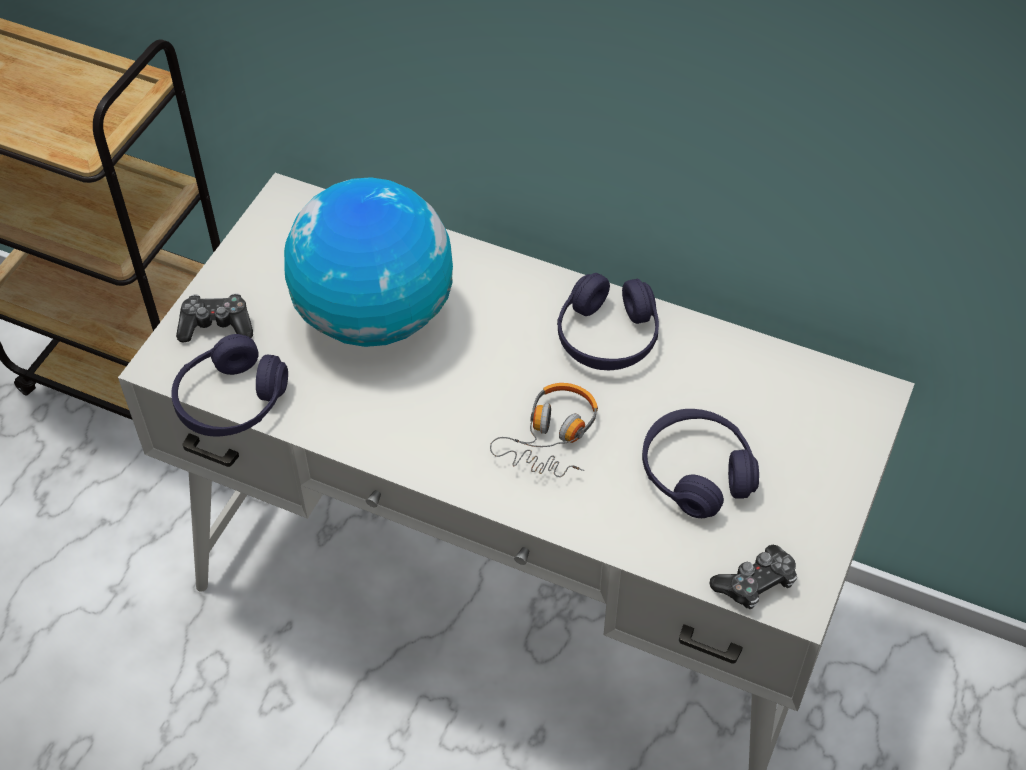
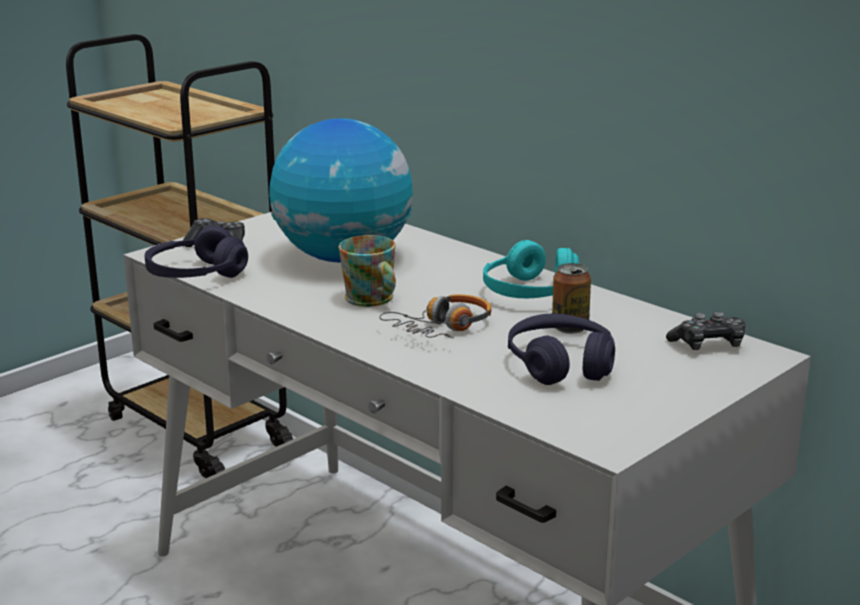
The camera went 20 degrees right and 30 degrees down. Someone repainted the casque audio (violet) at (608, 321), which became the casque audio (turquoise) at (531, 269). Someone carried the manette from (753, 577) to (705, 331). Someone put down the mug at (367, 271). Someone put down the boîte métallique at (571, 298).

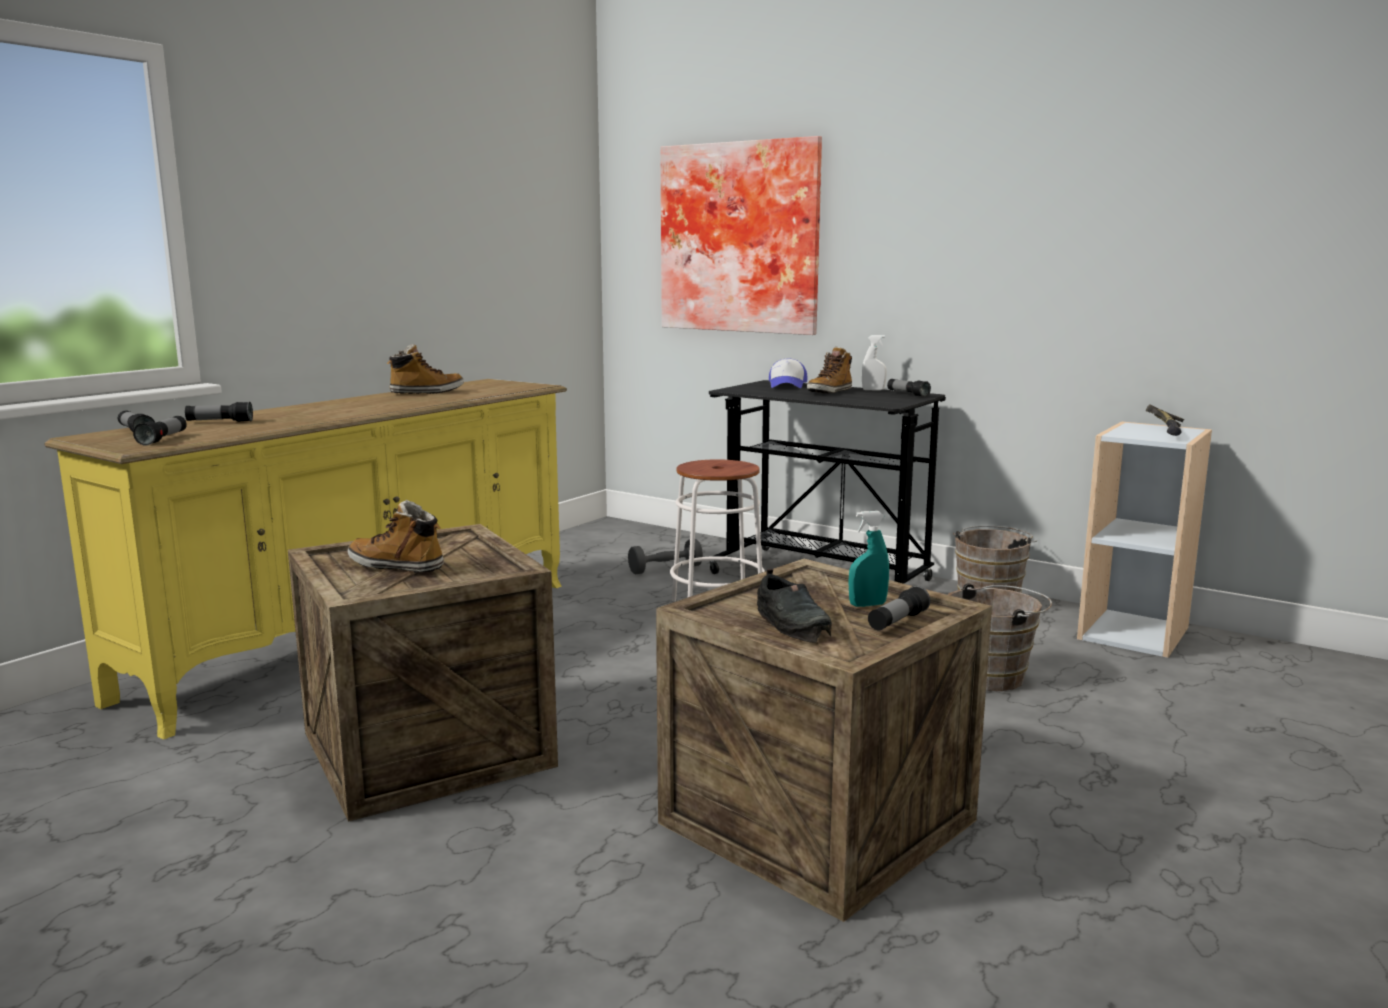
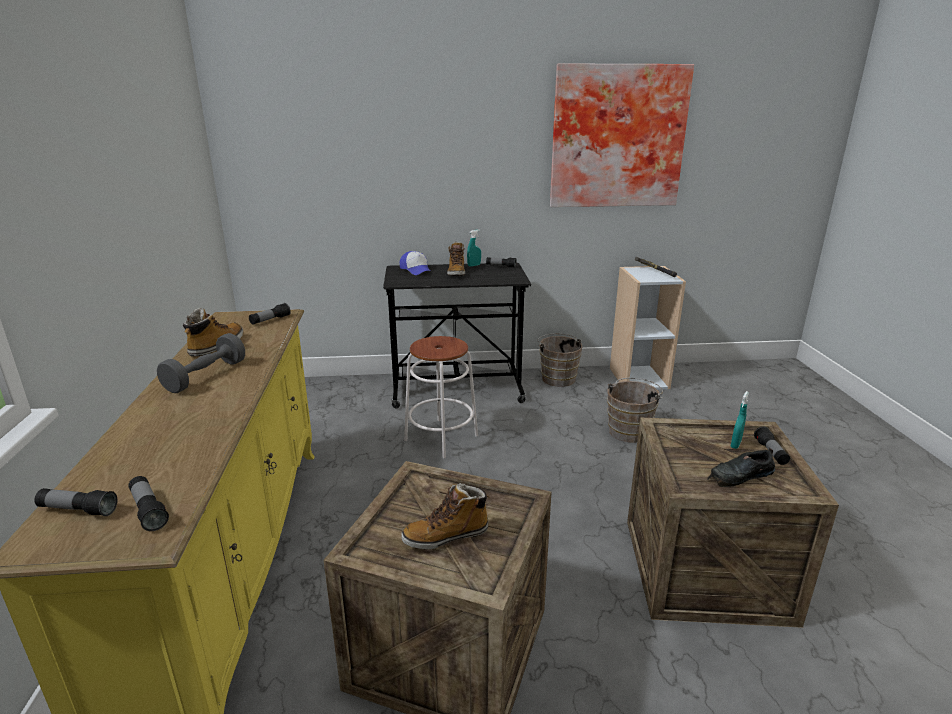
The camera went 40 degrees left and 10 degrees up. Someone carried the lampe de poche from (219, 412) to (270, 314). Someone carried the haltère (gris) from (665, 556) to (201, 363). Someone carried the tableau from (741, 235) to (622, 135). Someone rotated the chaussure (noir) at (794, 606) by 135 degrees clockwise. Someone repainted the vaporisateur (blanc) at (874, 363), which became the vaporisateur (turquoise) at (474, 248).

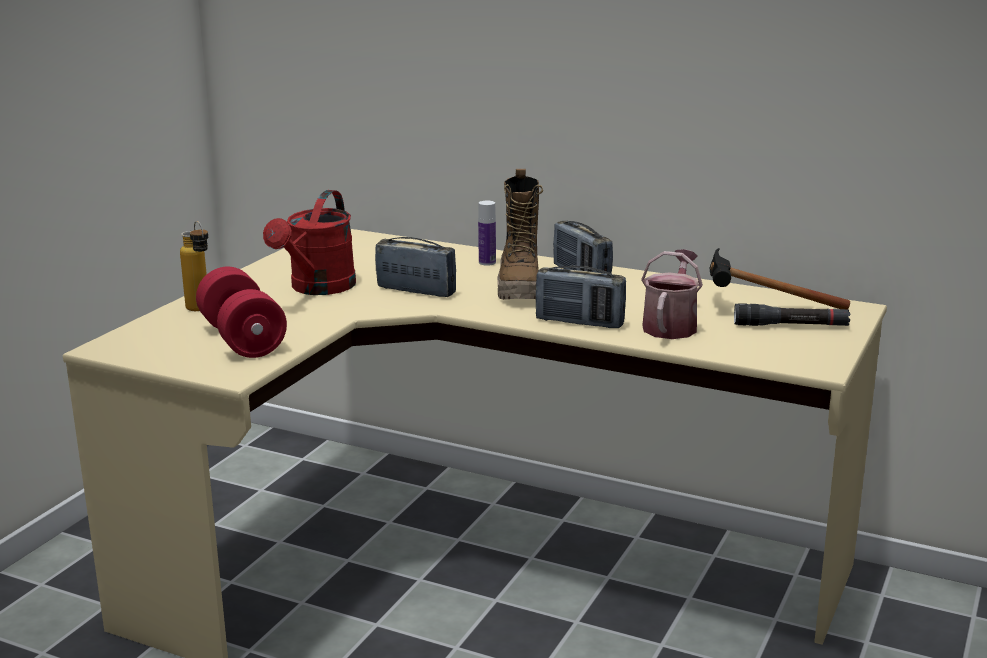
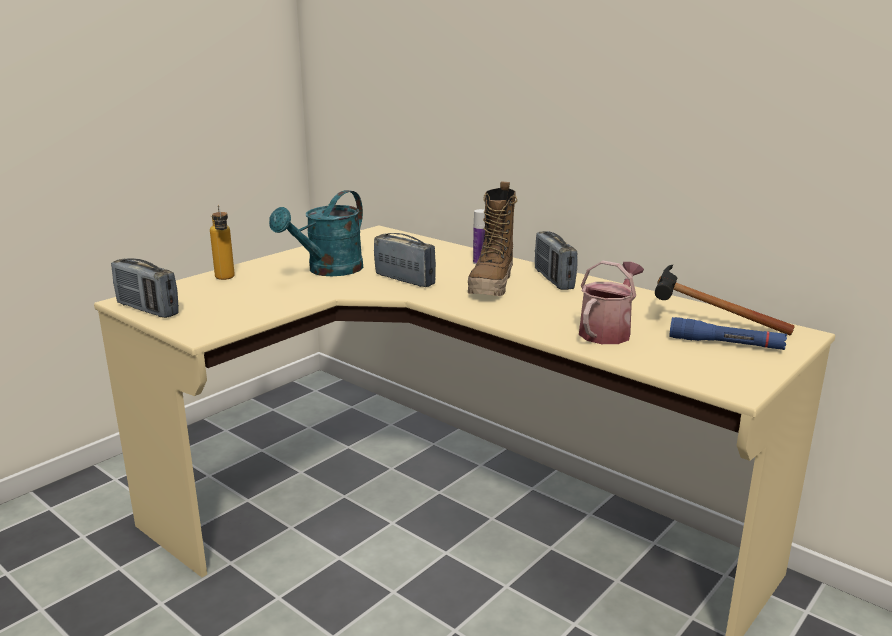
The camera went 15 degrees right and 0 degrees up. Someone took away the haltère (rouge) at (241, 312). Someone repainted the arrosoir (rouge) at (309, 242), which became the arrosoir (turquoise) at (316, 233). Someone carried the radio from (581, 297) to (145, 288). Someone repainted the lampe de poche (noir) at (792, 314), which became the lampe de poche (bleu) at (728, 333).

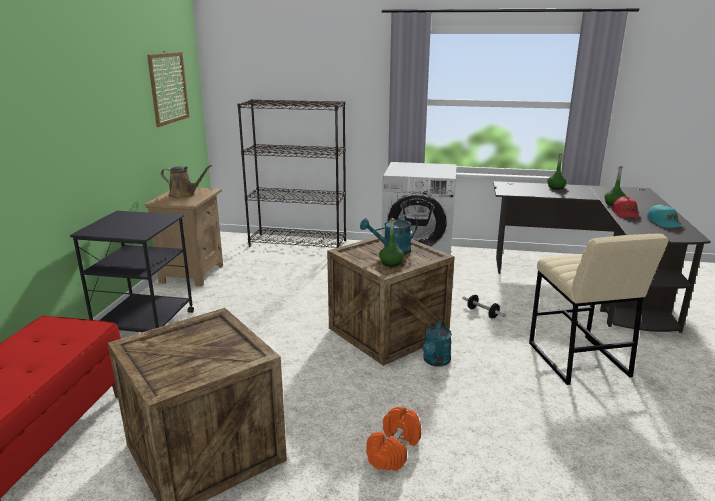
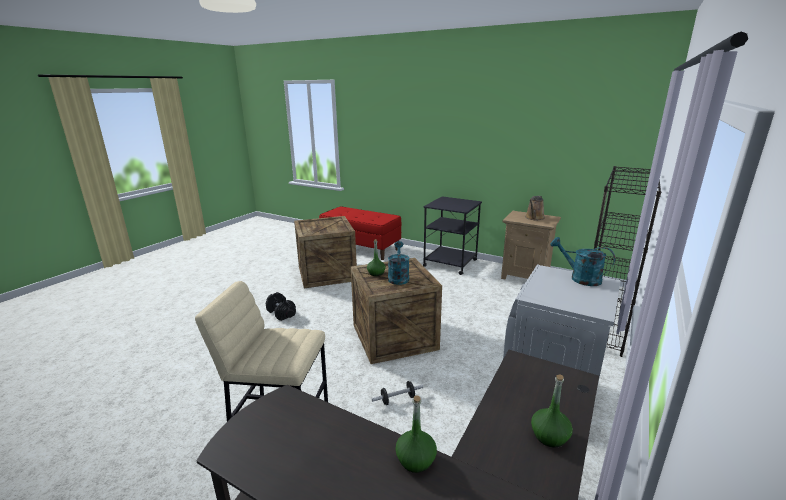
The camera went 110 degrees right and 0 degrees up. Someone took away the tableau at (168, 89). Someone repainted the haltère (orange) at (393, 439), which became the haltère (noir) at (281, 306). Someone carried the arrosoir (turquoise) from (437, 342) to (582, 261). Someone took away the casquette (rouge) at (625, 207). Someone took away the casquette (turquoise) at (665, 216).

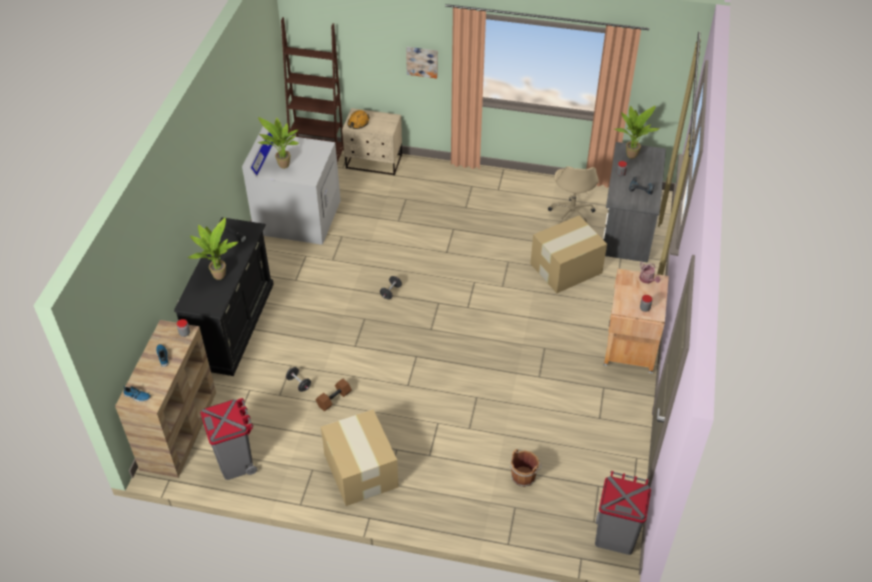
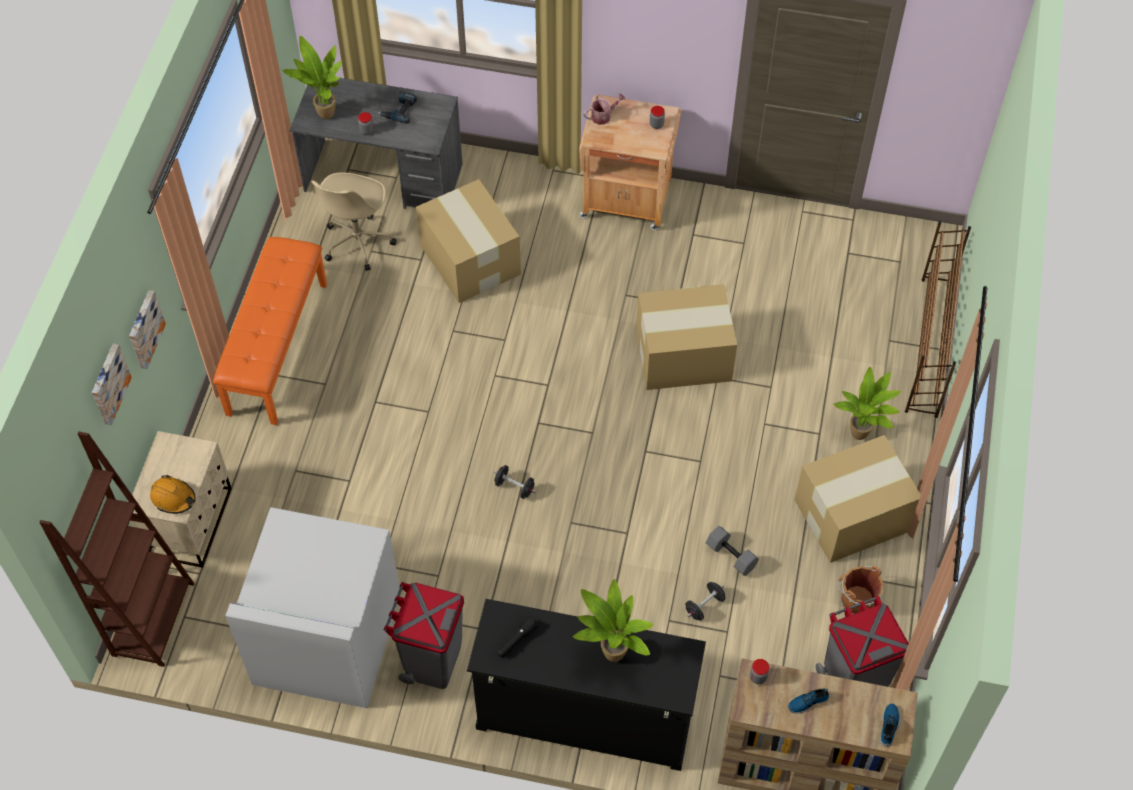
The camera went 90 degrees left and 10 degrees up. Someone carried the plante en pot from (278, 143) to (867, 403). Someone repainted the haltère (marron) at (334, 395), which became the haltère (gris) at (732, 551). Someone carried the seau (marron) from (526, 468) to (861, 589). Someone rotated the chaise de bureau (beige) at (573, 195) by 105 degrees clockwise. Someone carried the poubelle (gris) from (623, 513) to (424, 635). Someone put up the tableau at (112, 384). Someone put down the banc (orange) at (270, 331). Someone put down the carton at (686, 337). Someone put down the étagère à chaussures (marron) at (938, 319).

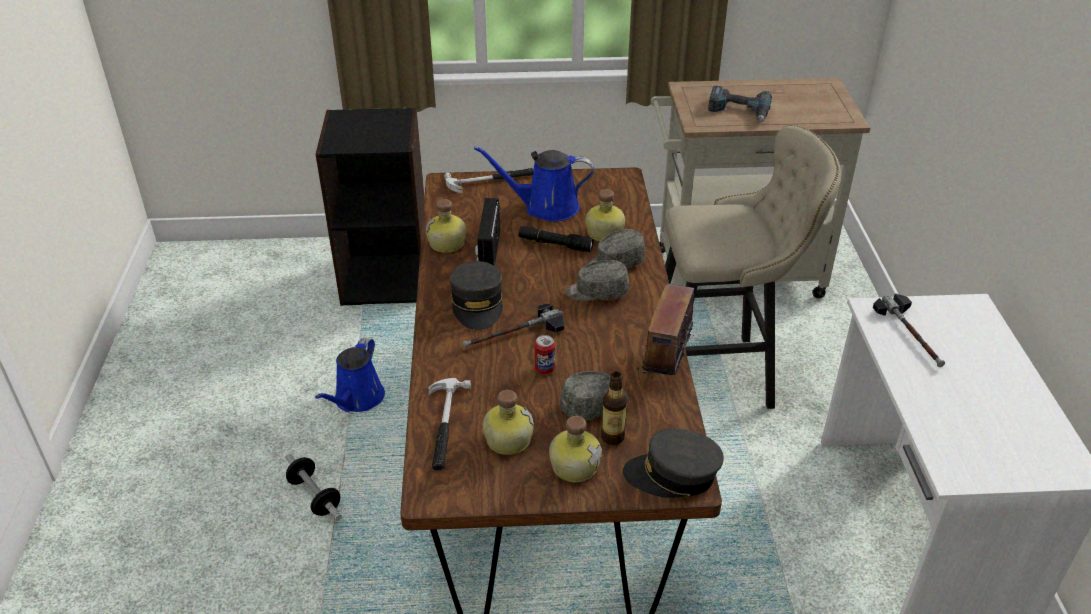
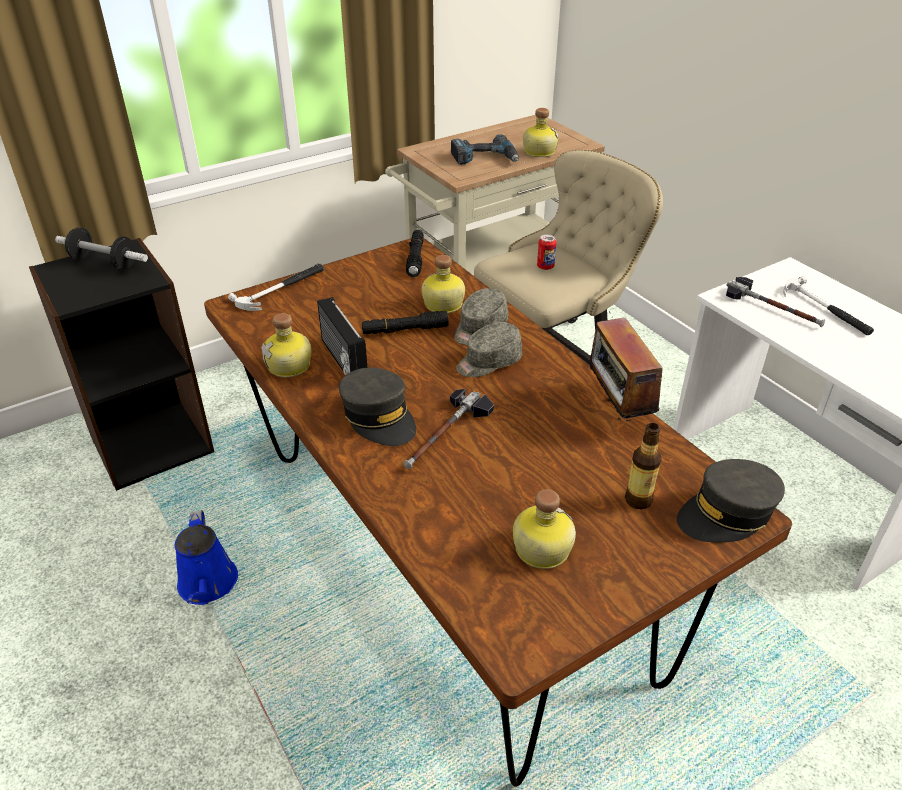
The camera went 30 degrees left and 0 degrees up. Someone carried the haltère from (313, 487) to (101, 248). Someone carried the marteau from (449, 424) to (828, 305). Someone took away the arrosoir (bleu) at (534, 184). Someone carried the boîte métallique from (545, 354) to (547, 252). Someone carried the bouteille from (575, 449) to (540, 132). Someone took away the casquette (gris) at (594, 395). Someone put down the lampe de poche (noir) at (415, 253).

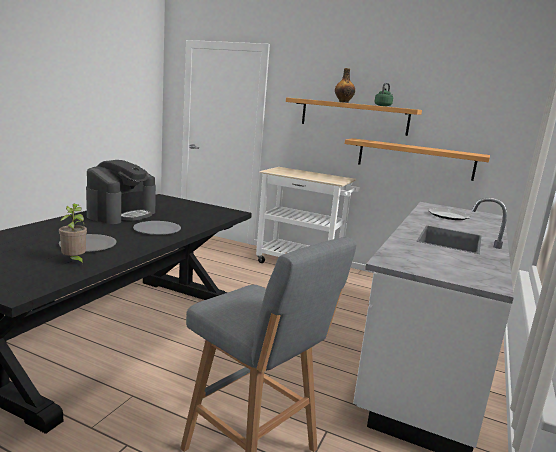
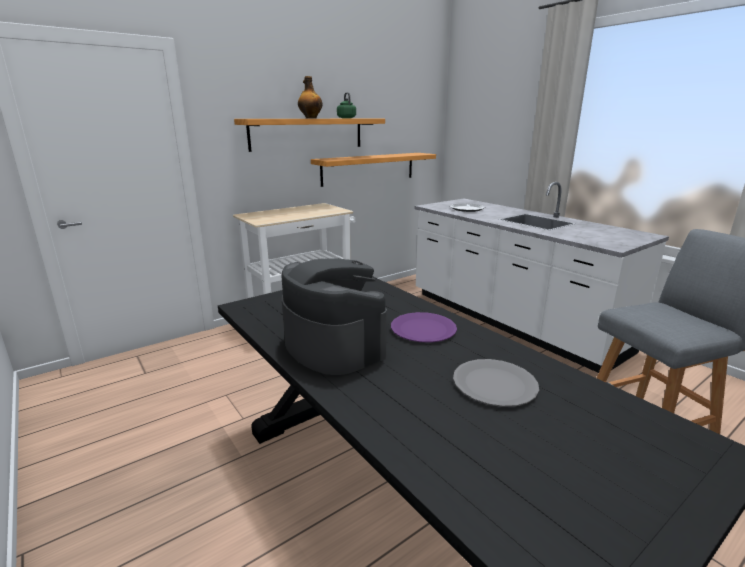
The camera went 60 degrees left and 5 degrees up. Someone took away the plante en pot at (73, 235). Someone repainted the assiette (gris) at (157, 228), which became the assiette (violet) at (424, 327).

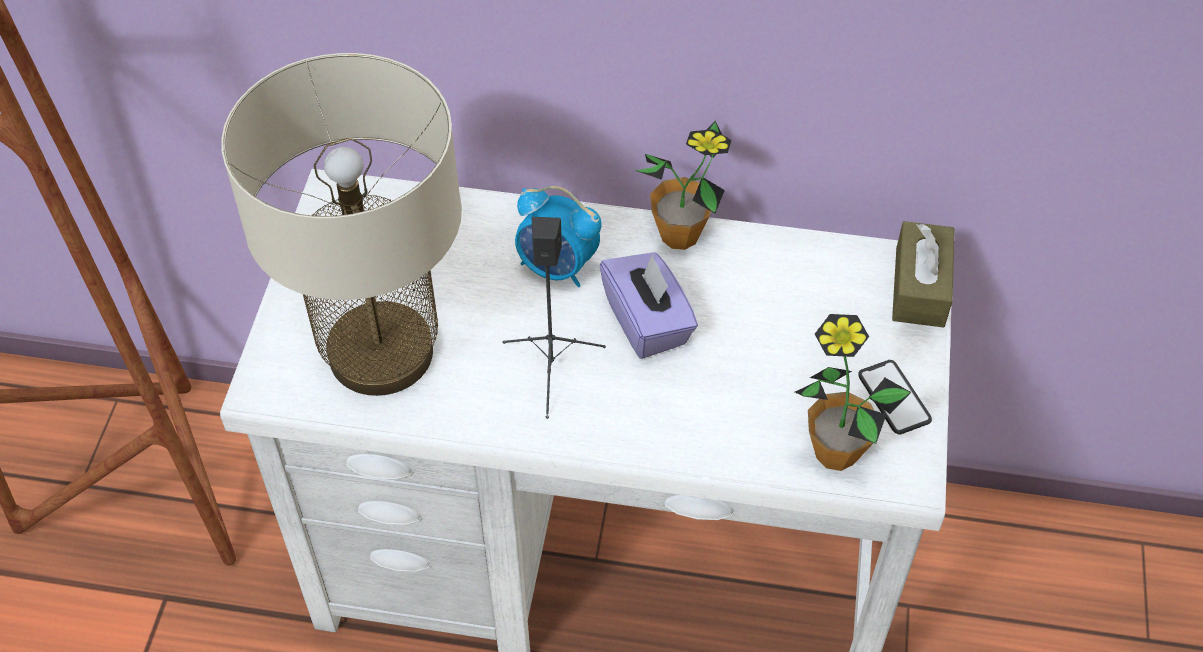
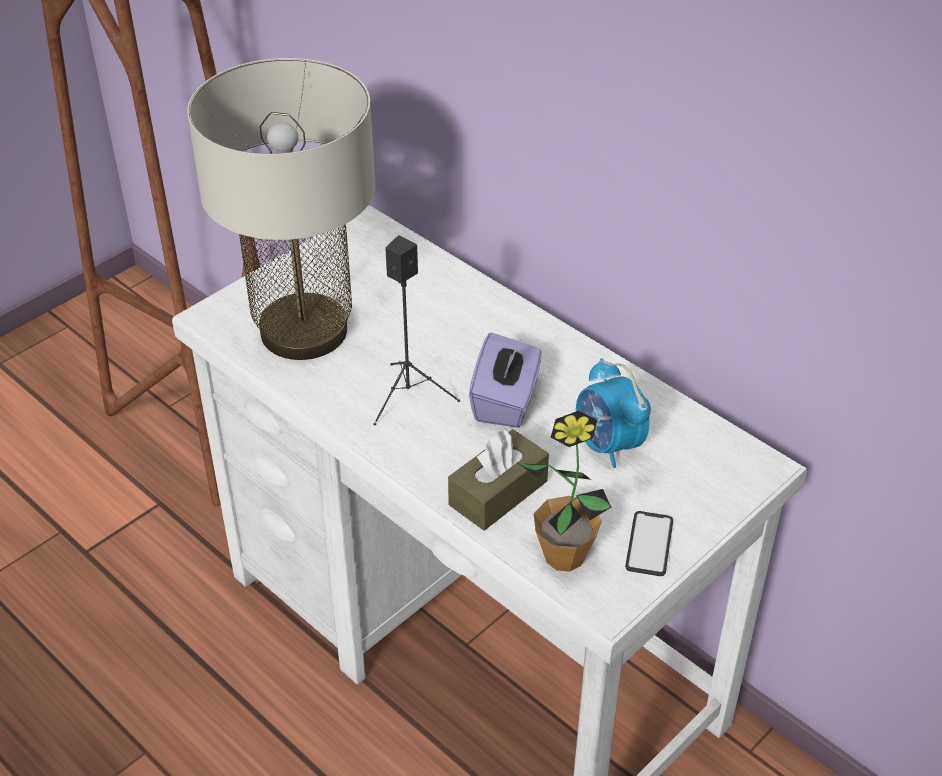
The camera went 35 degrees right and 10 degrees down. Someone carried the réveil from (558, 236) to (613, 413). Someone took away the plante en pot at (683, 185). Someone carried the boîte à mouchoirs (marron) from (923, 274) to (498, 479).

